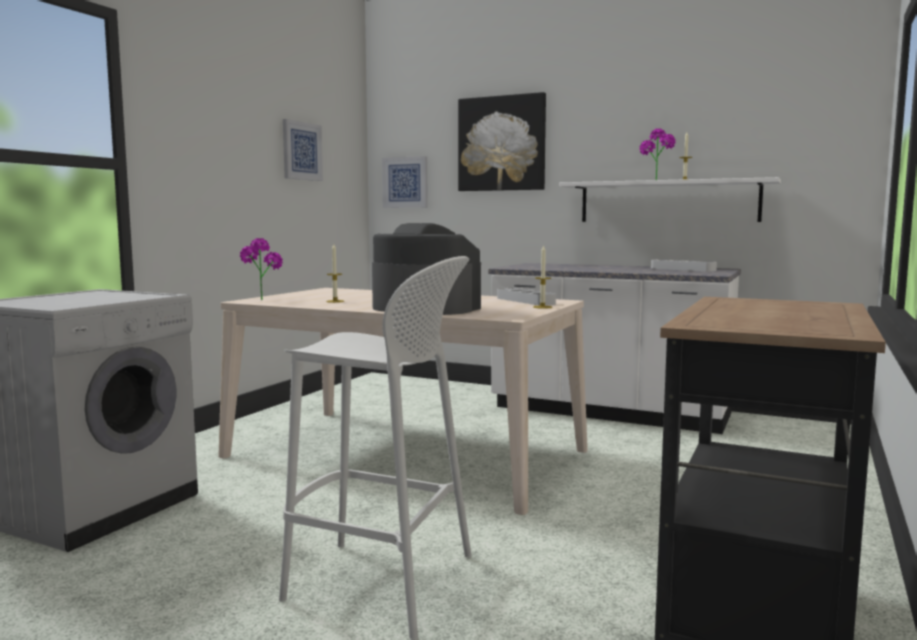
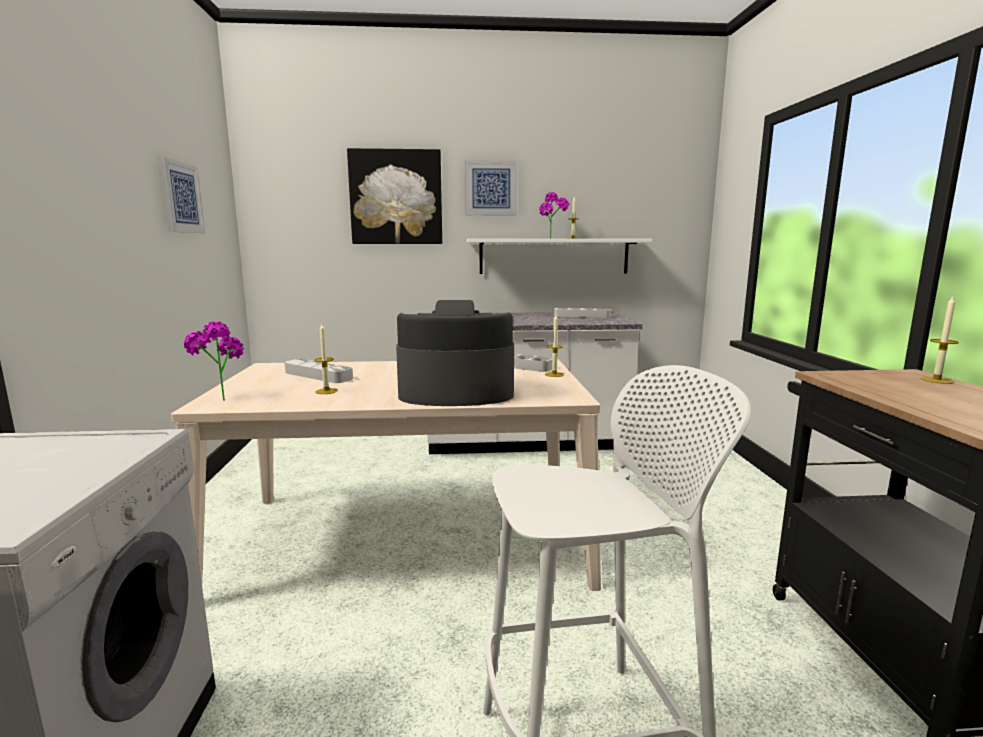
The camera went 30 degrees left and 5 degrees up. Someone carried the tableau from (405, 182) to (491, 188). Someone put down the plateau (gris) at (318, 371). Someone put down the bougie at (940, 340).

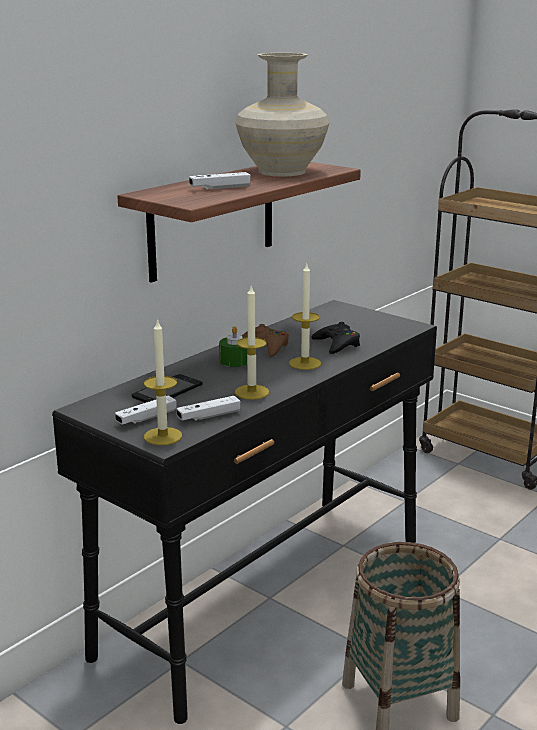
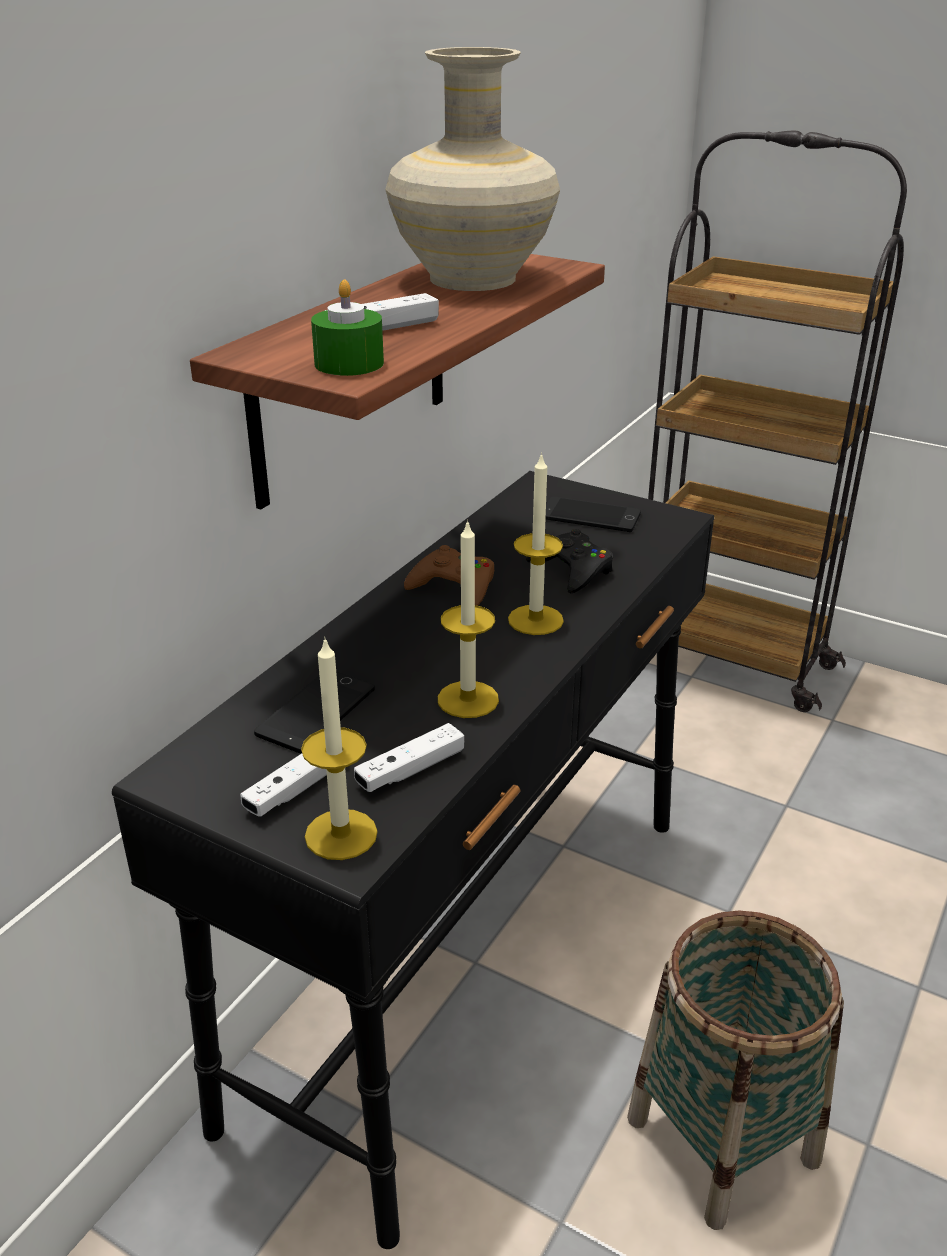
The camera went 10 degrees left and 10 degrees up. Someone carried the bougie (vert) from (233, 346) to (347, 327). Someone put down the téléphone at (593, 514).

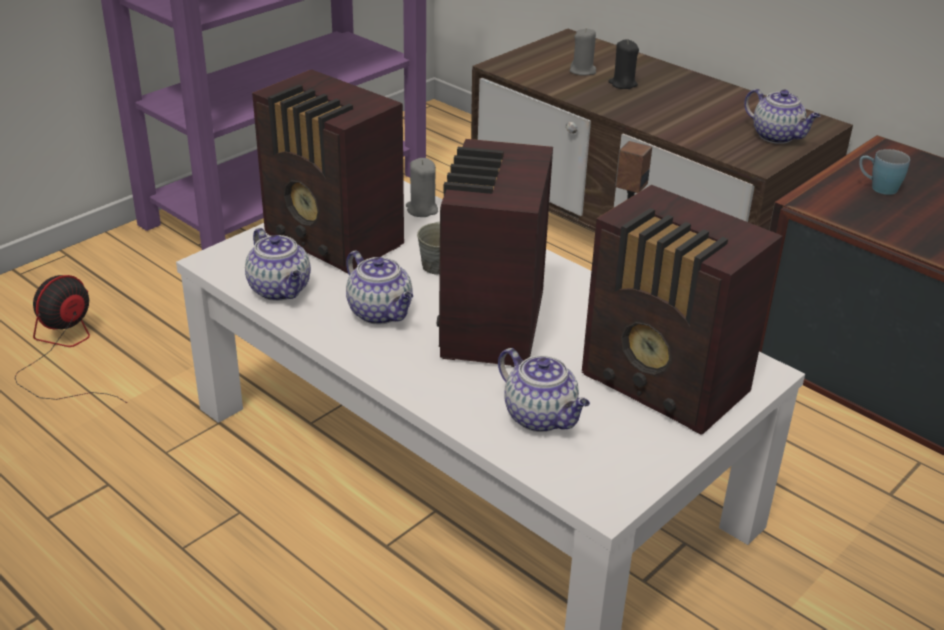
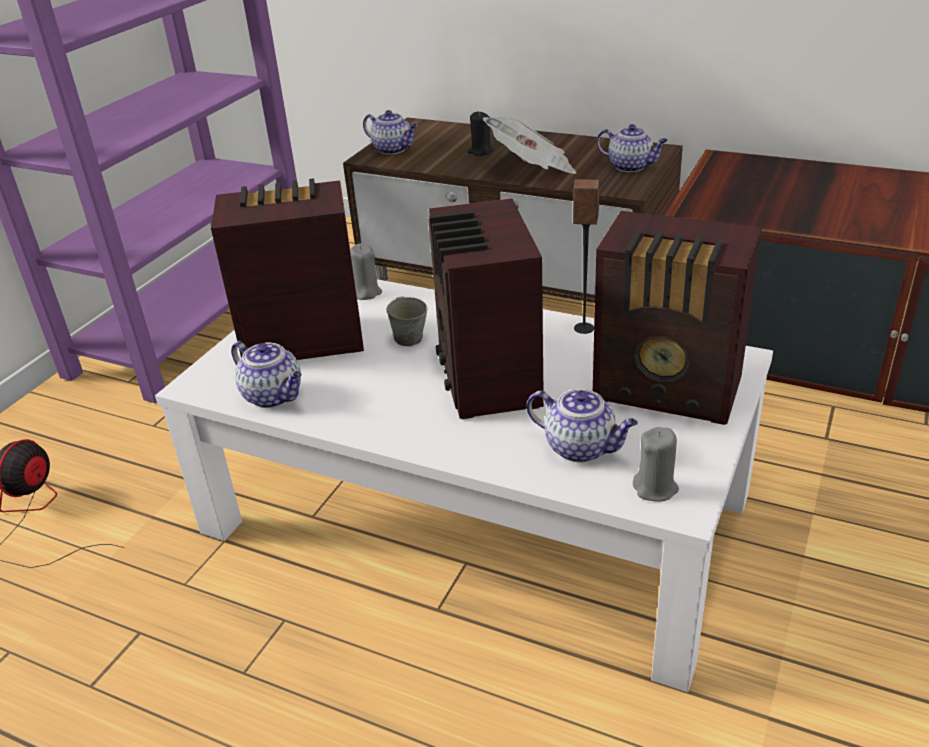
The camera went 15 degrees left and 0 degrees up. Someone rotated the radio at (328, 171) by 150 degrees clockwise. Someone carried the théière from (379, 287) to (390, 132). Someone carried the bougie (gris) from (583, 51) to (656, 464). Someone took away the mug (bleu) at (884, 172). Someone put down the journal at (529, 145).

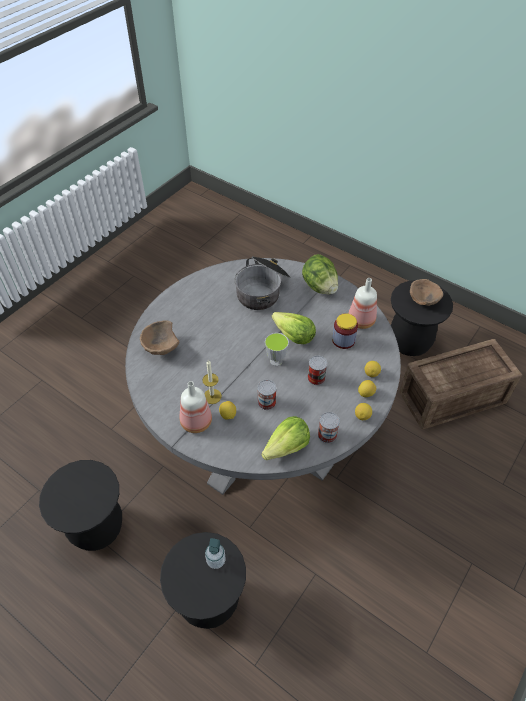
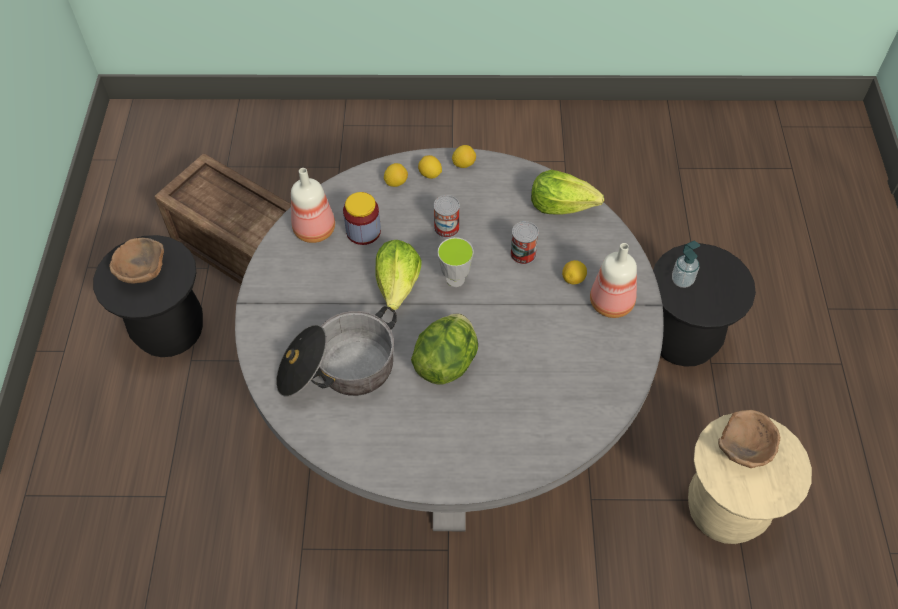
The camera went 125 degrees left and 5 degrees up. Someone repainted the tabouret (noir) at (80, 505), which became the tabouret (beige) at (750, 479). Someone carried the bol (marron) from (160, 337) to (749, 439). Someone took away the bougie at (212, 382). Someone carried the laitue from (320, 274) to (444, 349). Someone took away the boîte métallique at (329, 427).

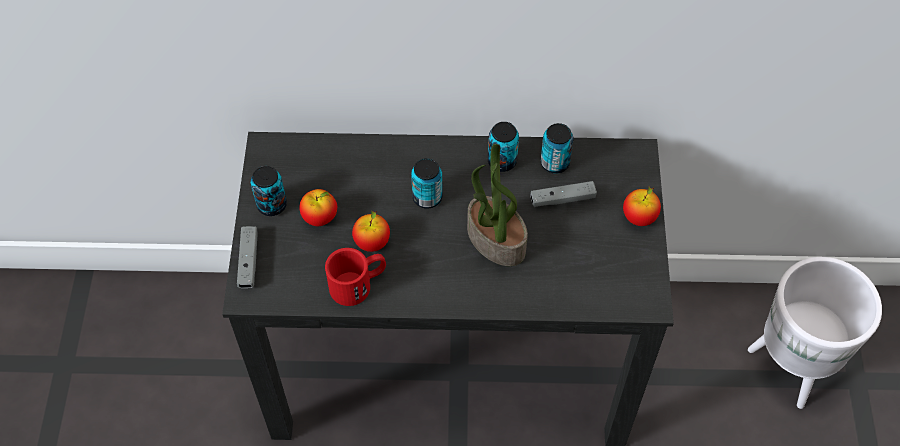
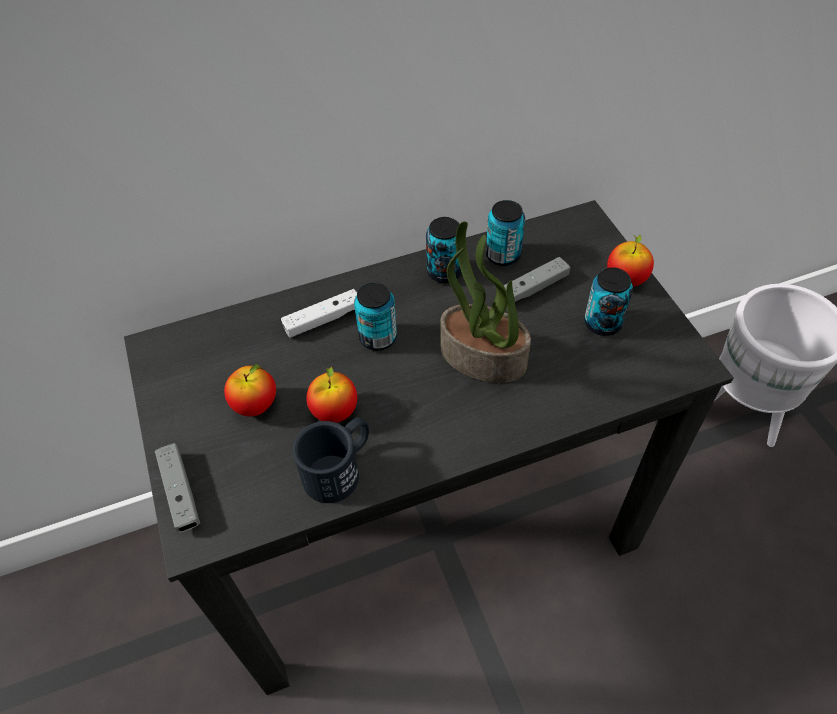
The camera went 20 degrees left and 5 degrees down. Someone carried the boîte métallique from (269, 191) to (608, 301). Someone repainted the mug (rouge) at (355, 277), which became the mug (noir) at (330, 460). Someone put down the manette (blanc) at (319, 313).

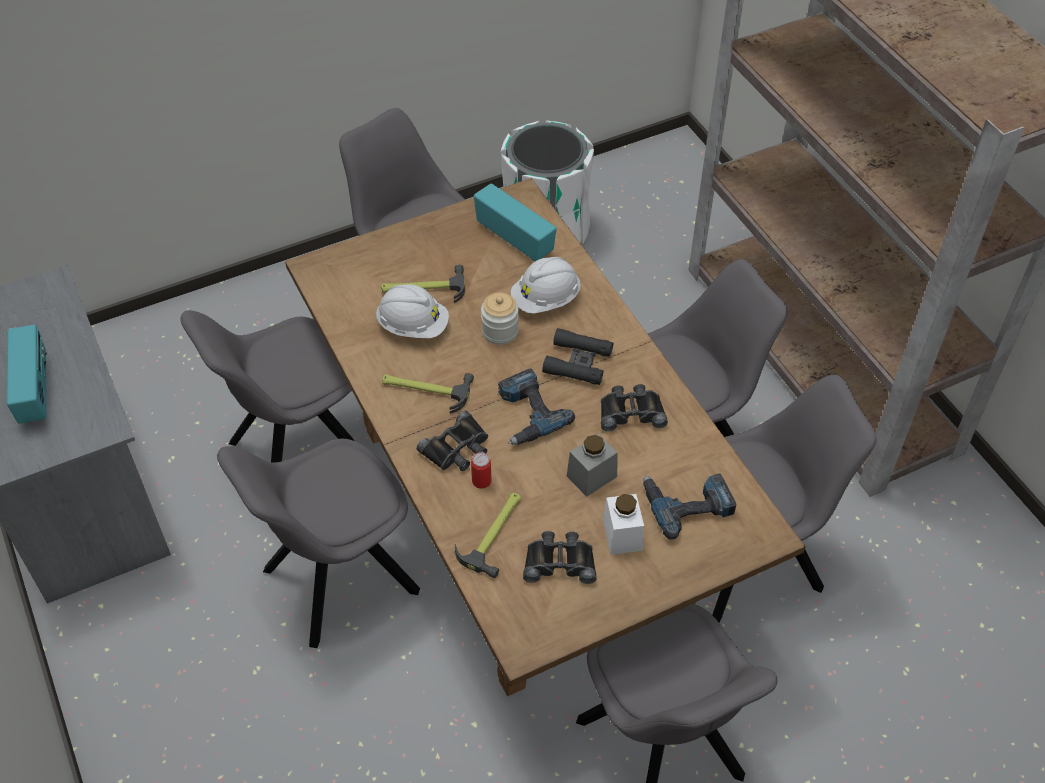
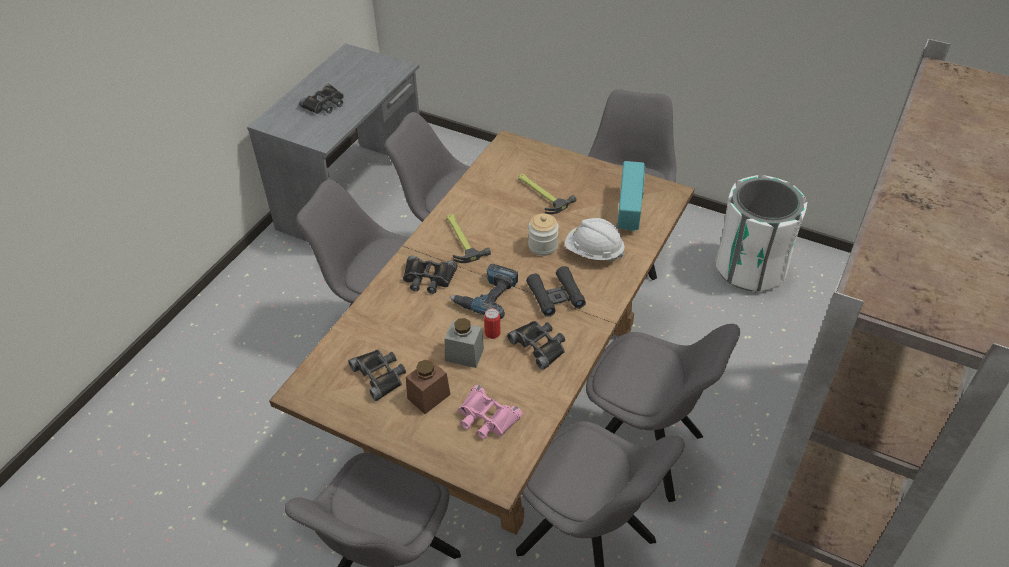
The camera went 55 degrees right and 5 degrees down. Someone swapped the radio at (27, 374) for the jumelles (noir) at (321, 99). Someone took away the casque de chantier (blanc) at (412, 311). Someone took away the marteau at (488, 535). Someone carried the boîte métallique from (481, 470) to (492, 323). Someone repainted the bocal (blanc) at (623, 524), which became the bocal (marron) at (428, 386). Someone swapped the perceuse at (690, 506) for the jumelles (rose) at (491, 412).

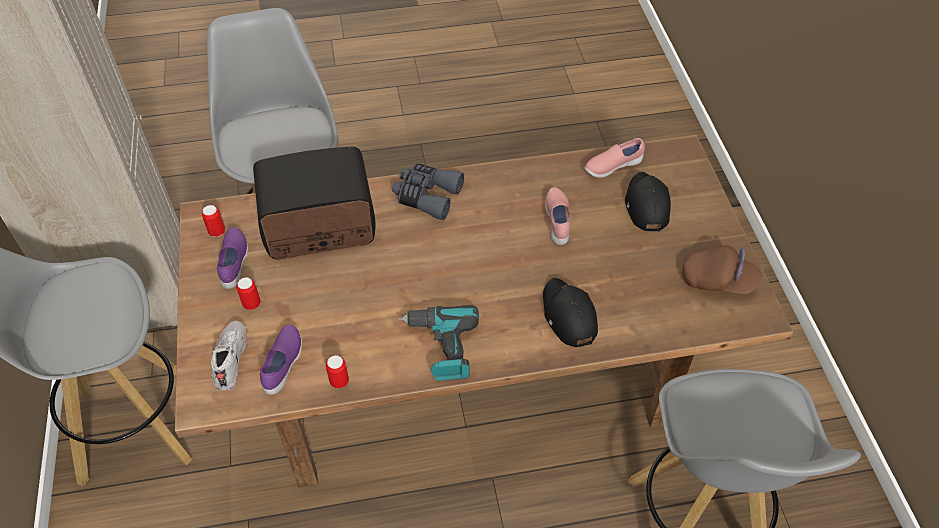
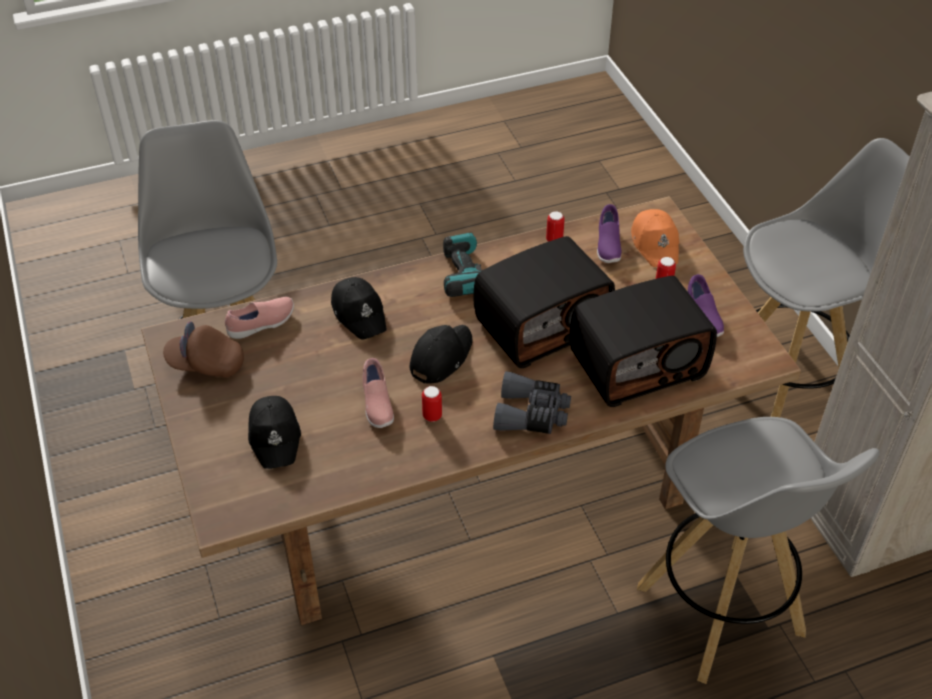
The camera went 170 degrees right and 5 degrees down. Someone carried the boîte métallique from (213, 221) to (432, 404). Someone swapped the chaussure (blanc) at (229, 356) for the casquette (orange) at (655, 238). Someone carried the chaussure (rose) from (614, 158) to (259, 318). Someone put down the casquette (noir) at (441, 354). Someone put down the radio at (544, 302).

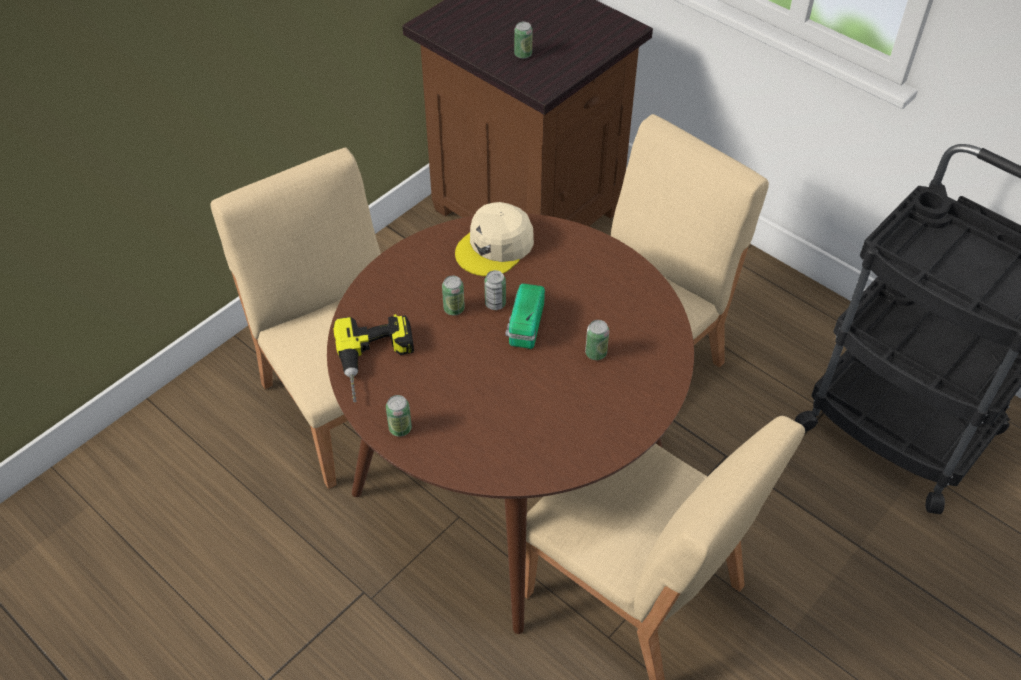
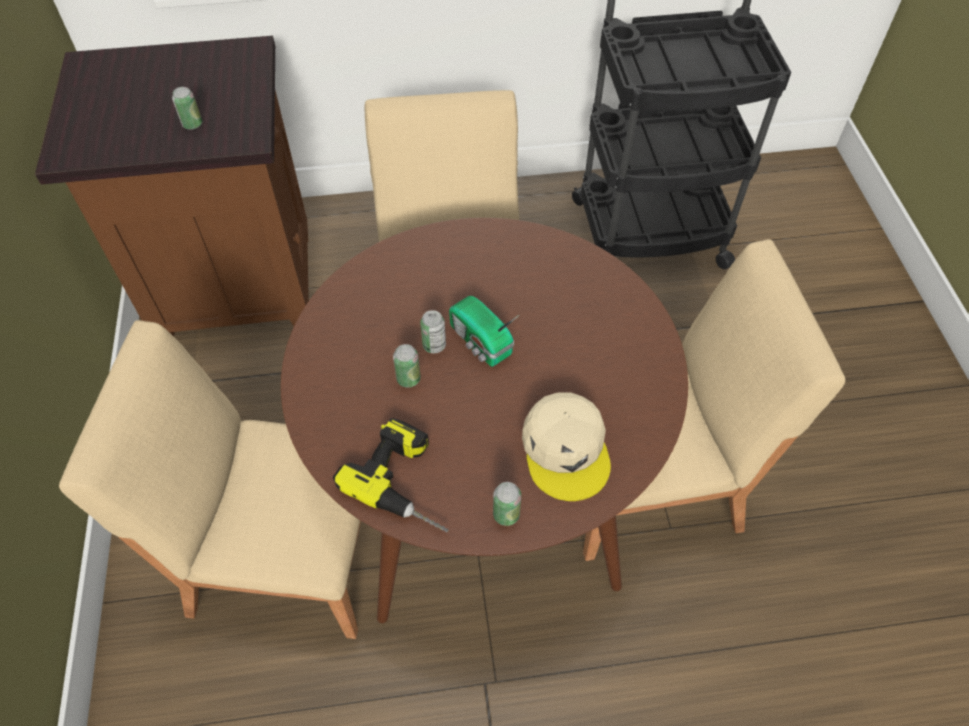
The camera went 50 degrees left and 5 degrees up. Someone carried the casquette (beige) from (494, 239) to (566, 447). Someone took away the boîte métallique at (597, 340).

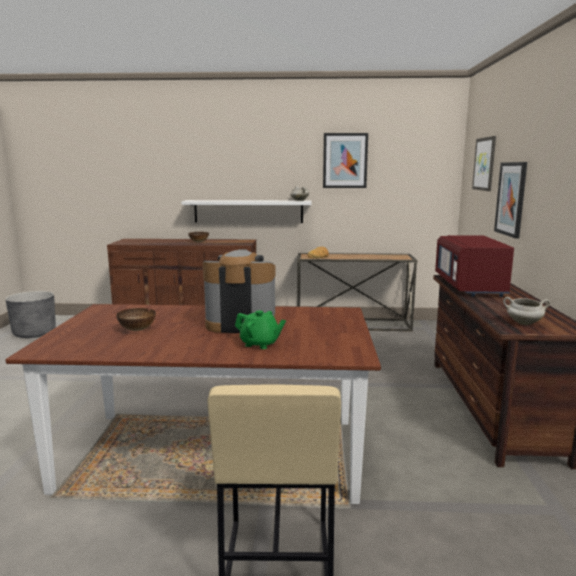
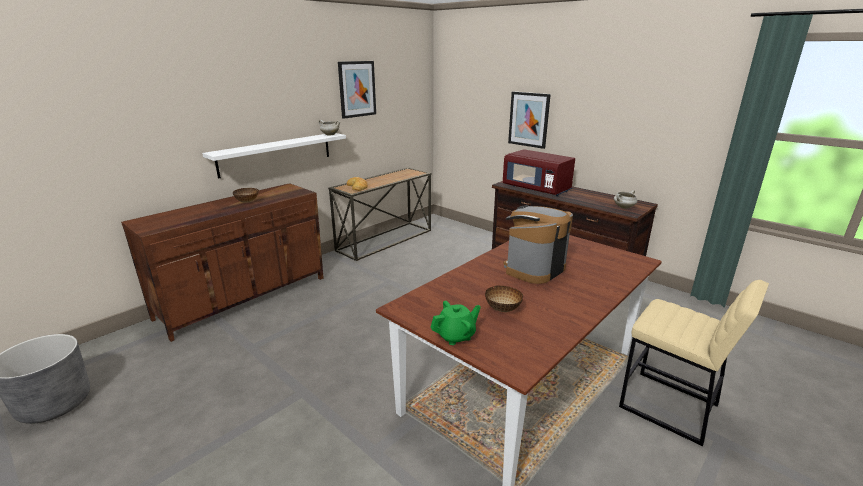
The camera went 50 degrees left and 10 degrees up. Someone carried the théière (vert) from (260, 329) to (455, 323). Someone took away the tableau at (484, 163).

